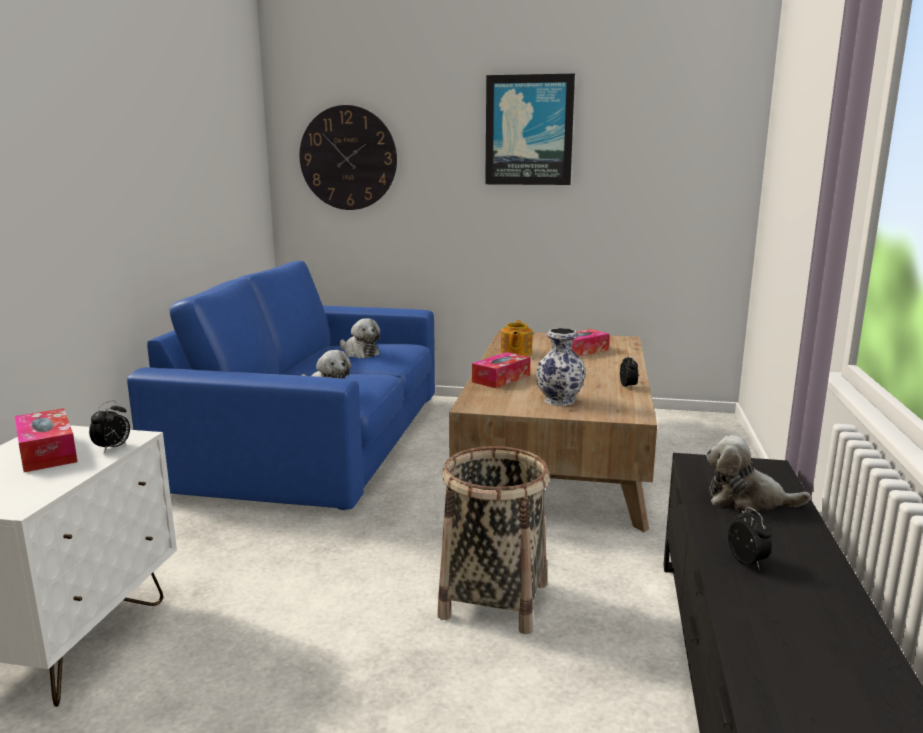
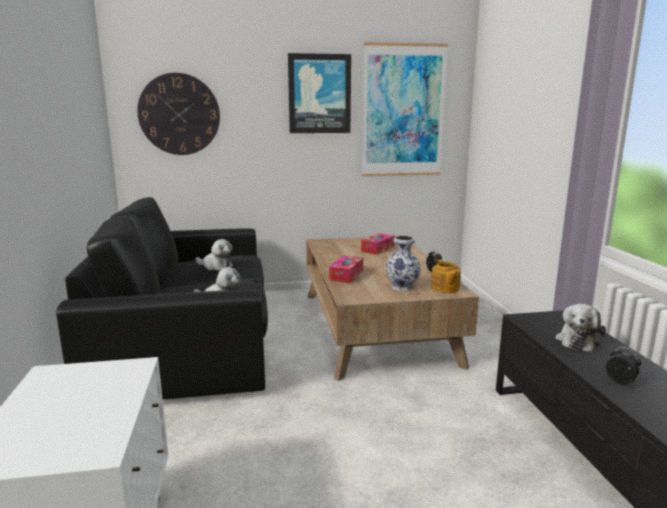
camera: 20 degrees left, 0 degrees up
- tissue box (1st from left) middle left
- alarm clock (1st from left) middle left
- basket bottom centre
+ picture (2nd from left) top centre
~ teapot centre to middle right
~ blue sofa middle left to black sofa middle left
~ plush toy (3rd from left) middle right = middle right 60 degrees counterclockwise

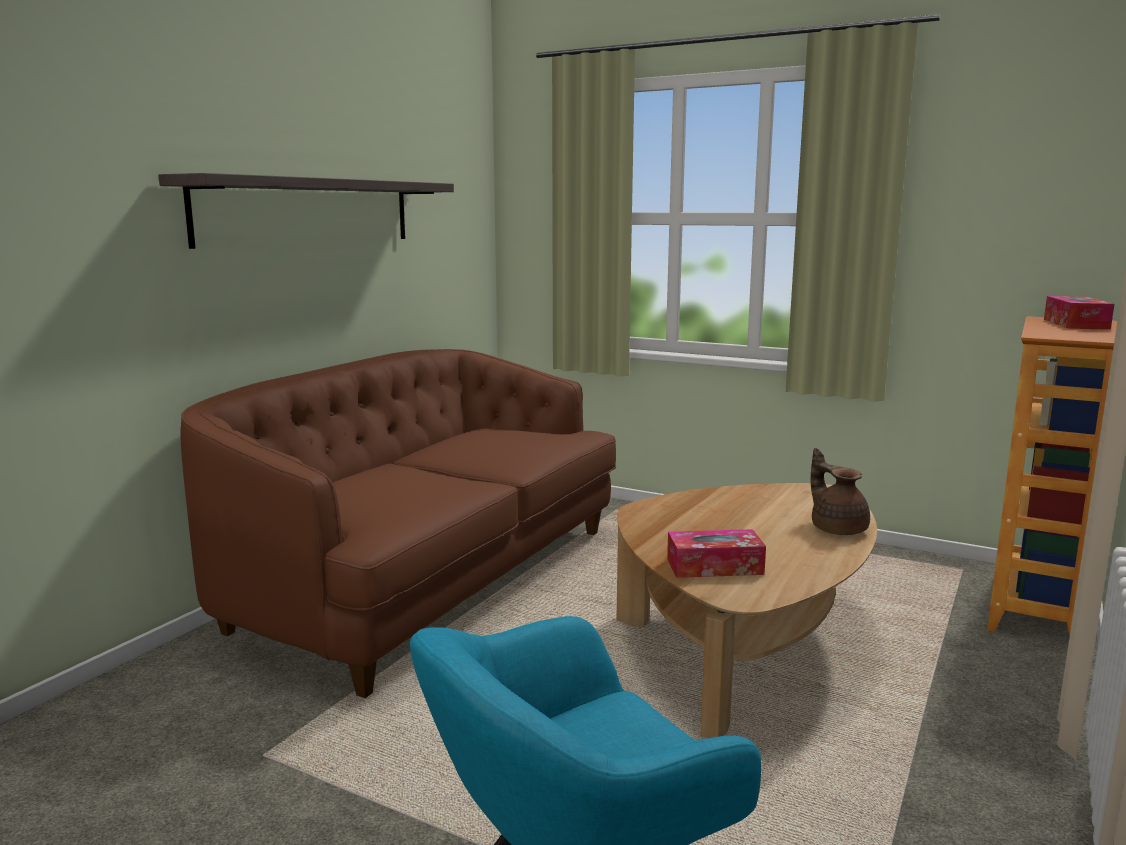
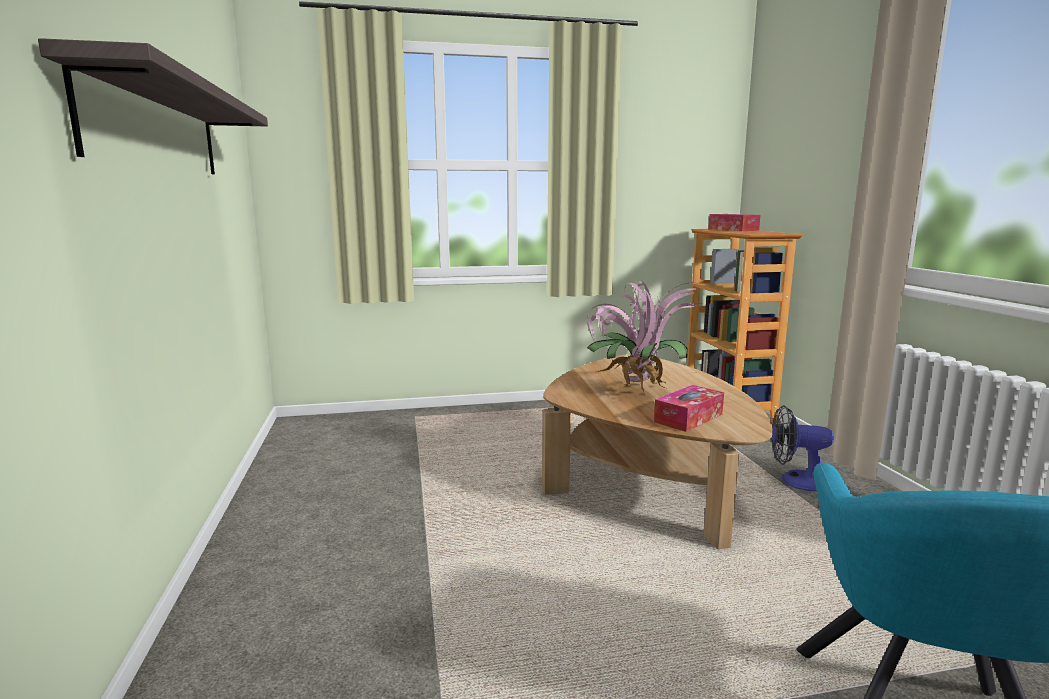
camera: 40 degrees left, 0 degrees up
- brown sofa centre
- brown teapot middle right
+ potted plant centre
+ fan middle right

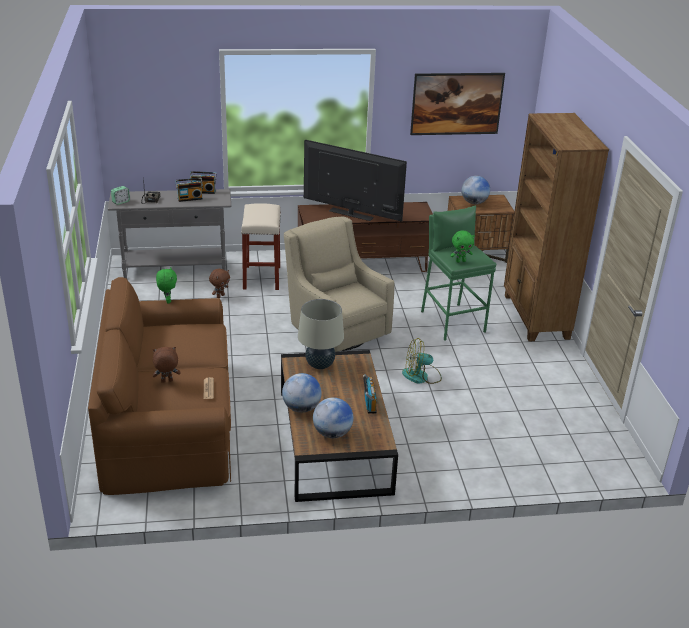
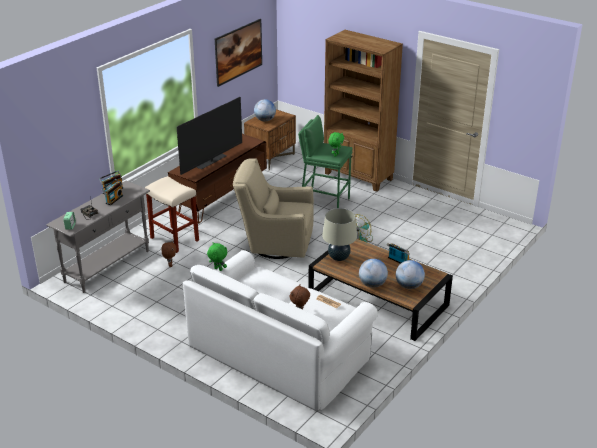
camera: 45 degrees left, 0 degrees up
~ brown sofa middle left to white sofa bottom centre
~ television top centre = top centre 150 degrees clockwise

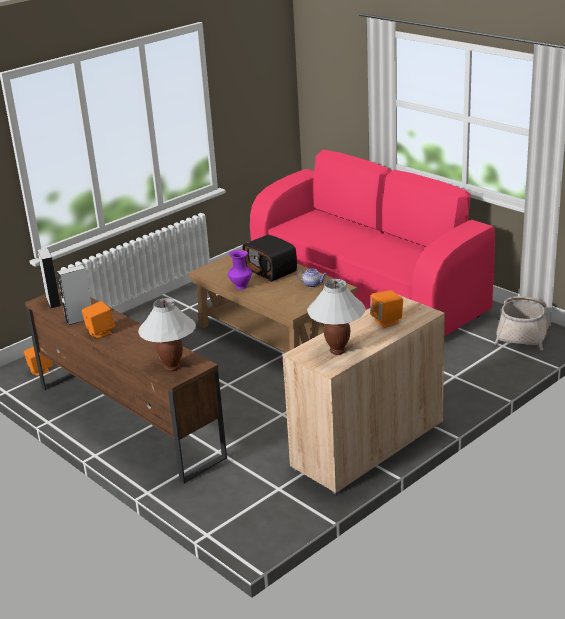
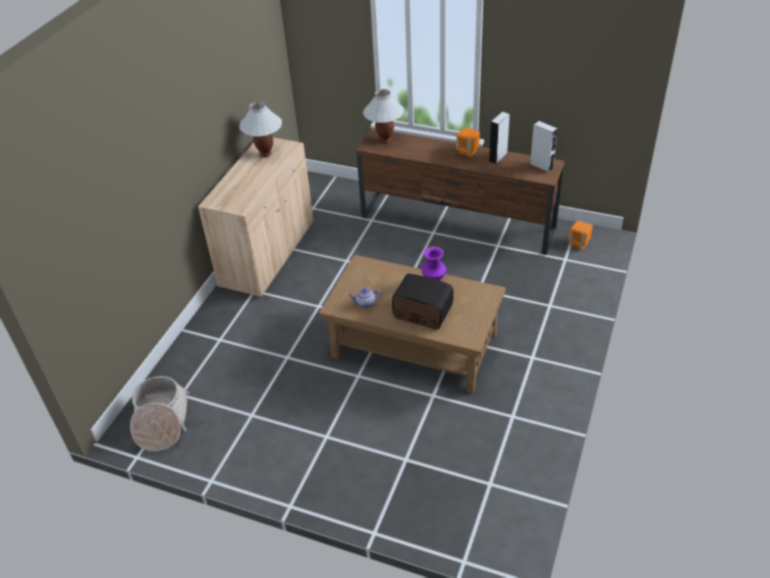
camera: 155 degrees right, 15 degrees up
- pink sofa centre
- orange speaker (3rd from left) middle right

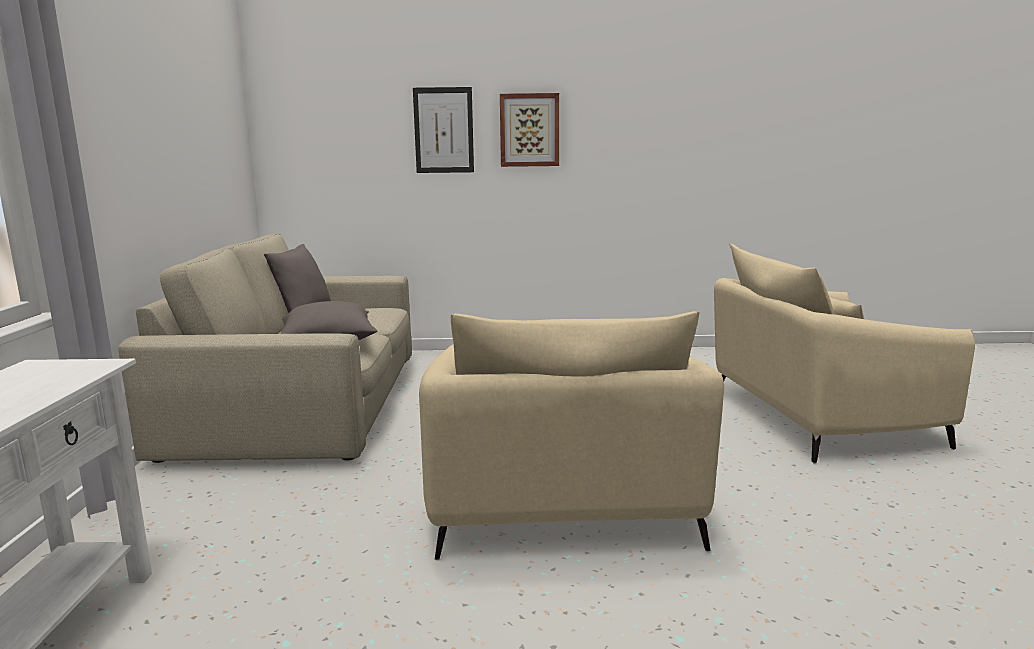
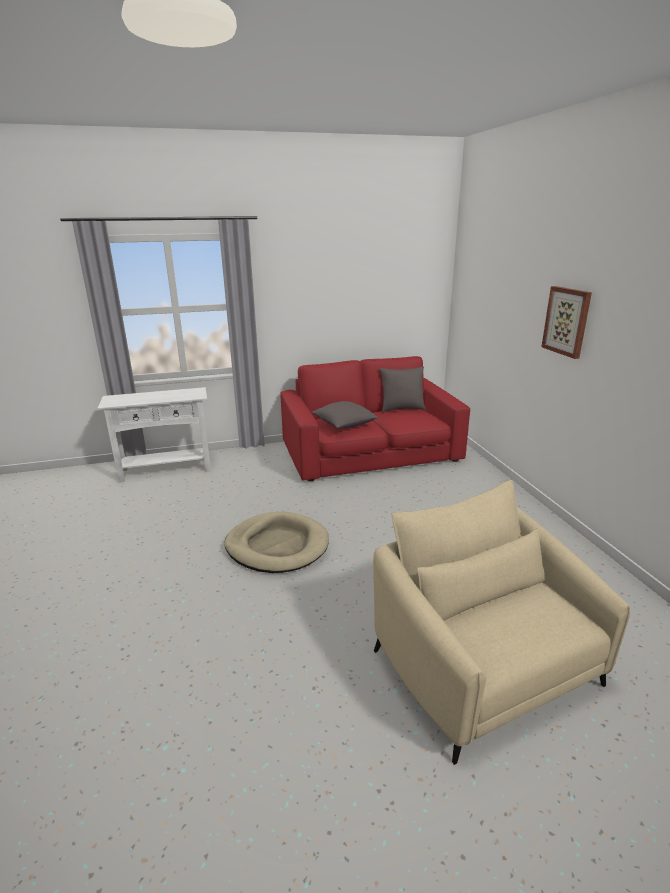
camera: 75 degrees right, 10 degrees up
- picture (1st from left) top centre
~ beige armchair (1st from left) bottom centre to beige dog bed centre
~ beige sofa middle left to red sofa centre

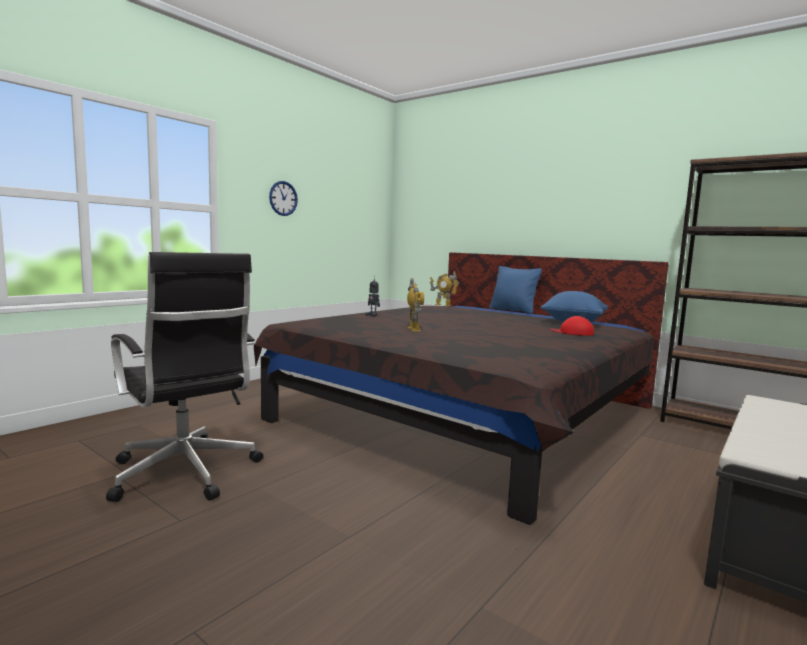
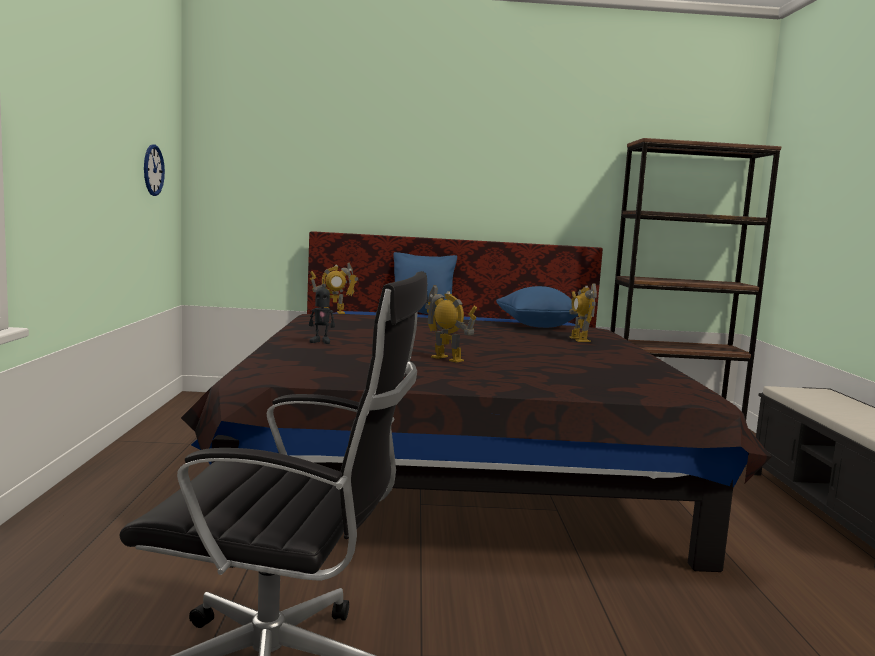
camera: 40 degrees left, 0 degrees up
~ wall clock top centre to top left
~ red cap middle right to toy robot (4th from left) centre

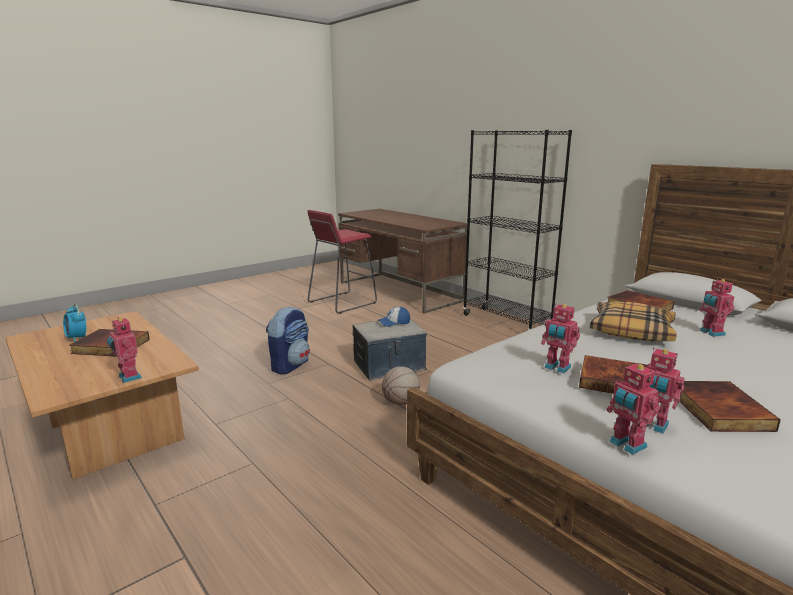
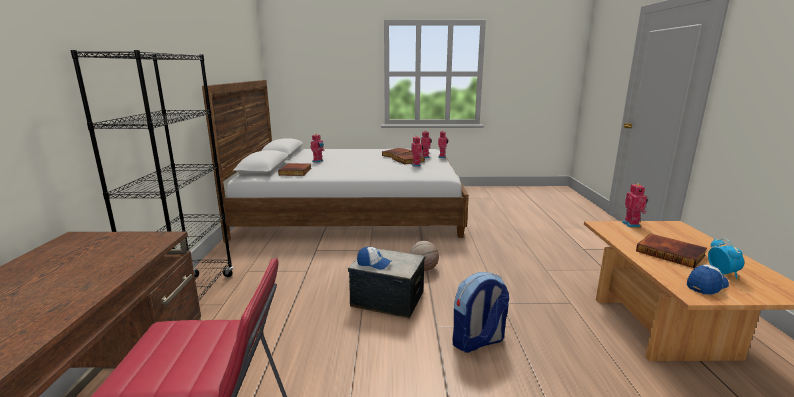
camera: 140 degrees left, 0 degrees up
- pillow middle right
+ cap (2nd from left) bottom right

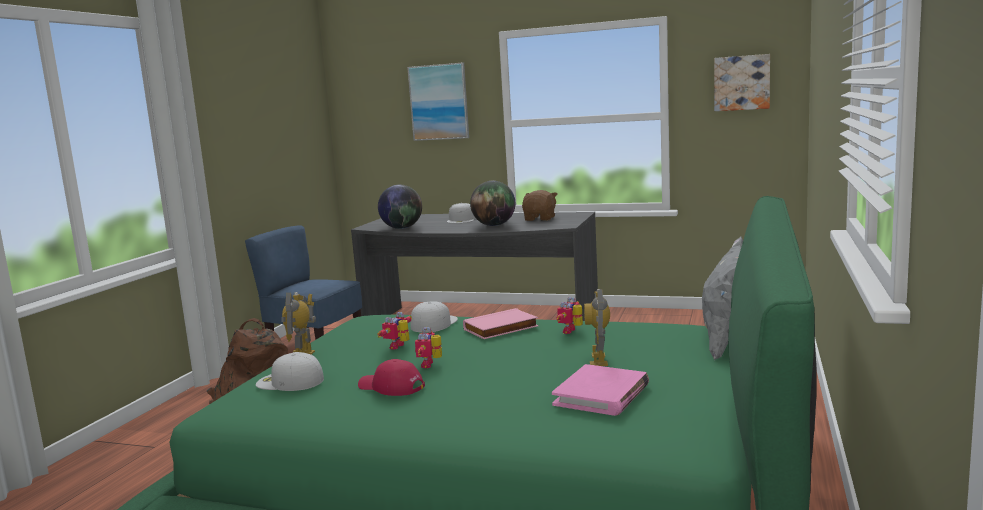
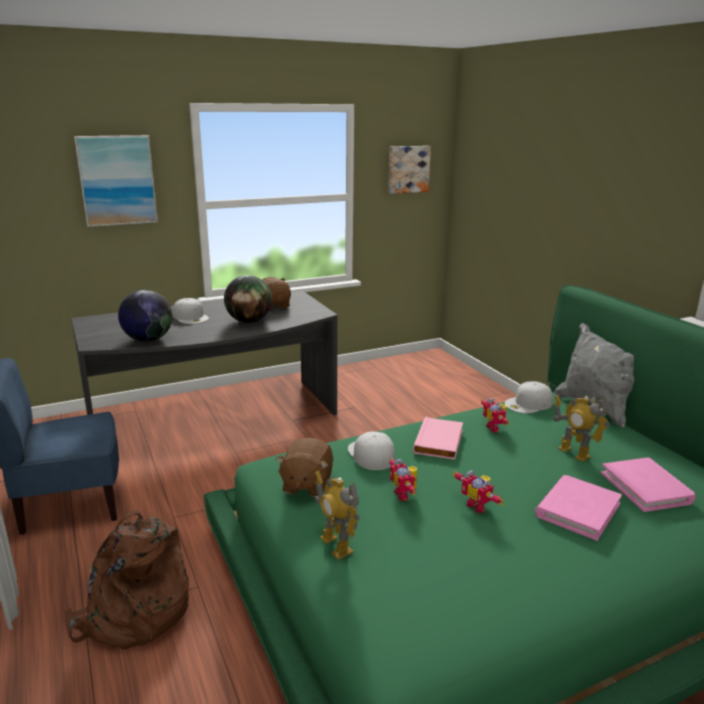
camera: 45 degrees left, 10 degrees up
- red cap bottom centre
+ brown plush toy (2nd from left) centre
+ pink book (2nd from left) bottom right
~ white cap (1st from left in the first image) bottom left to white cap (3rd from left) middle right

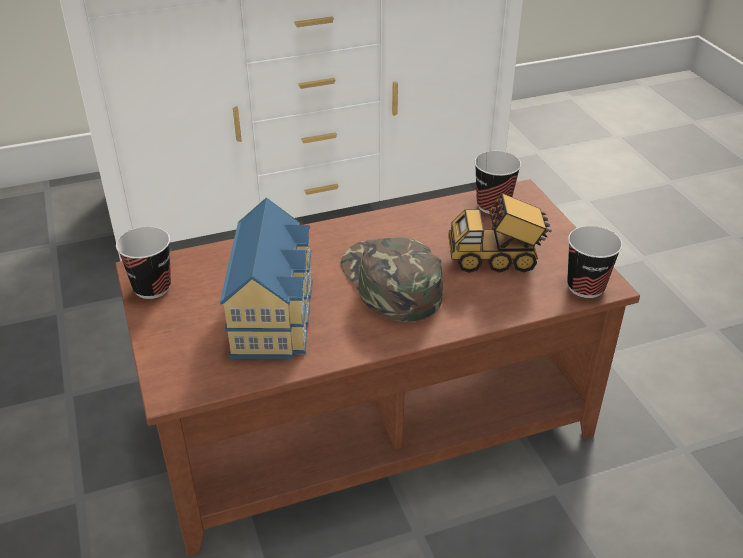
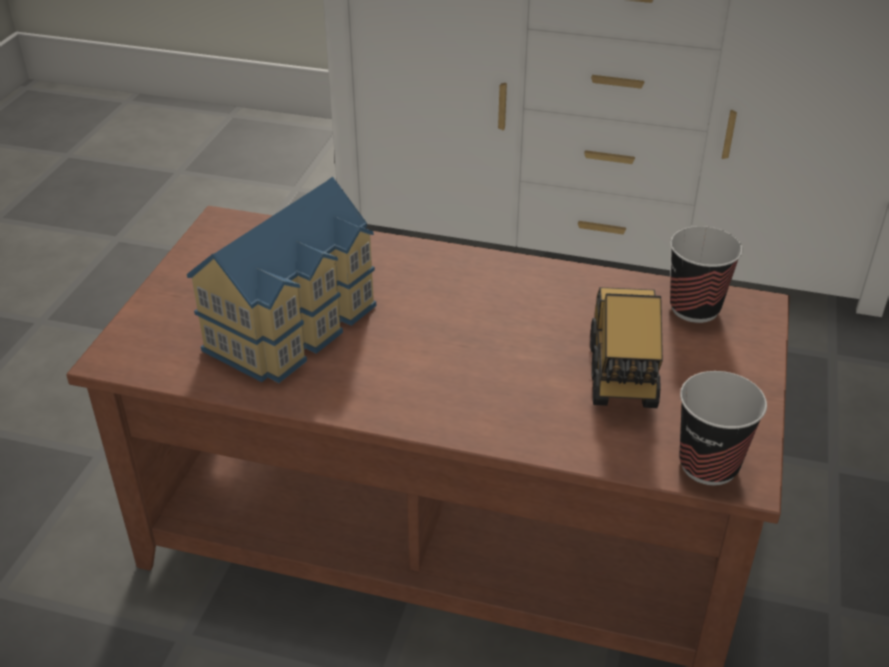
camera: 35 degrees right, 0 degrees up
- cup (1st from left) middle left
- green cap centre
~ toy truck middle right = middle right 60 degrees clockwise

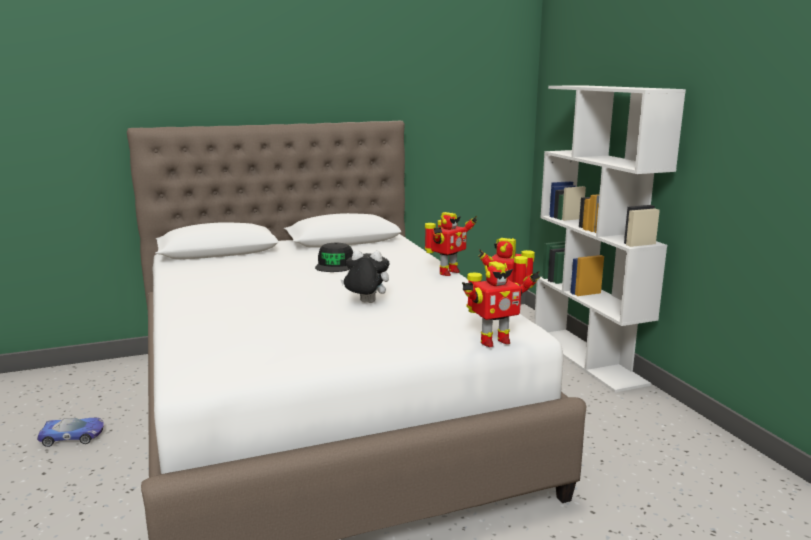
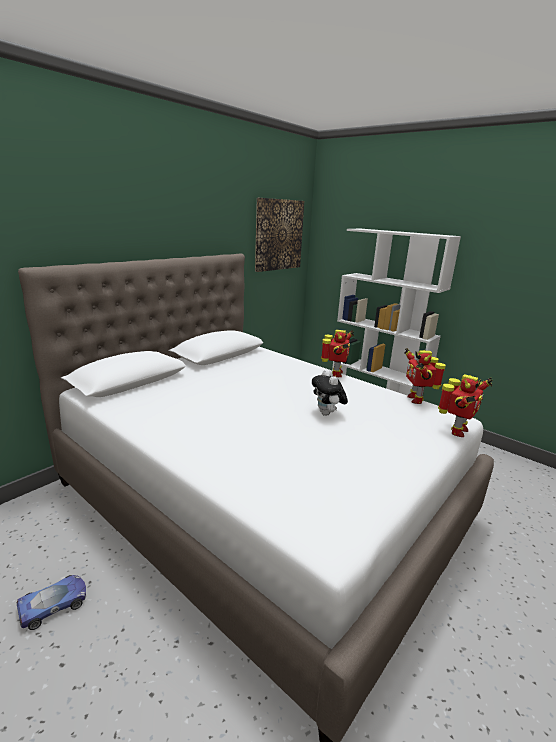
camera: 30 degrees left, 5 degrees up
- black cap centre
+ picture top centre
~ plush toy centre = centre 90 degrees counterclockwise

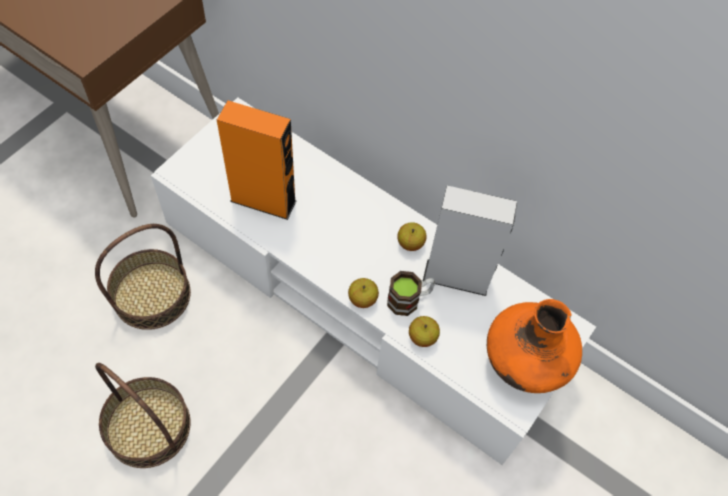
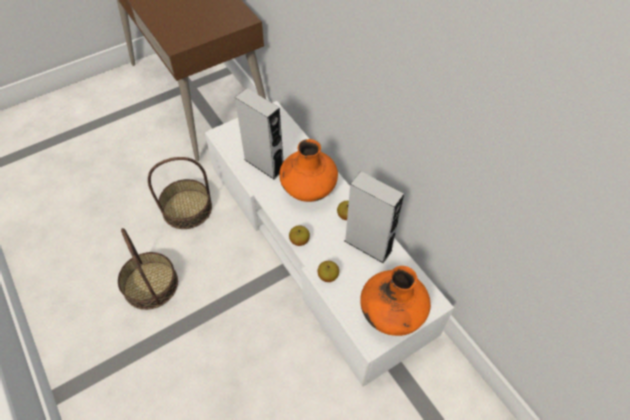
camera: 25 degrees right, 5 degrees down
- mug centre
+ orange vase (1st from left) centre
~ orange speaker top centre to grey speaker (1st from left) top centre

